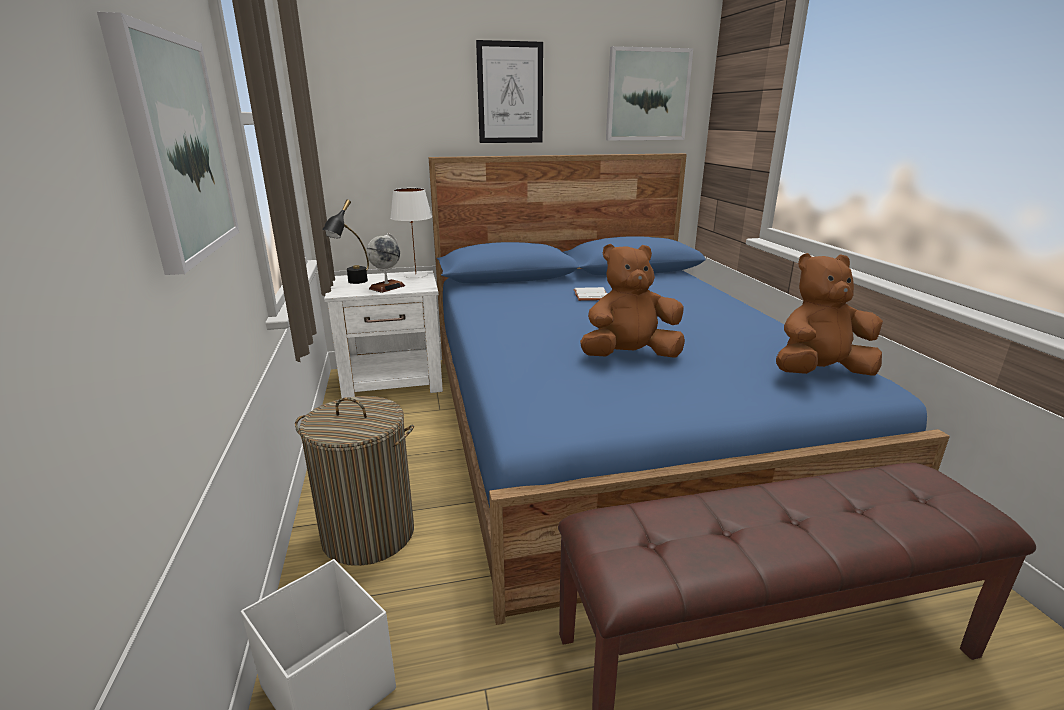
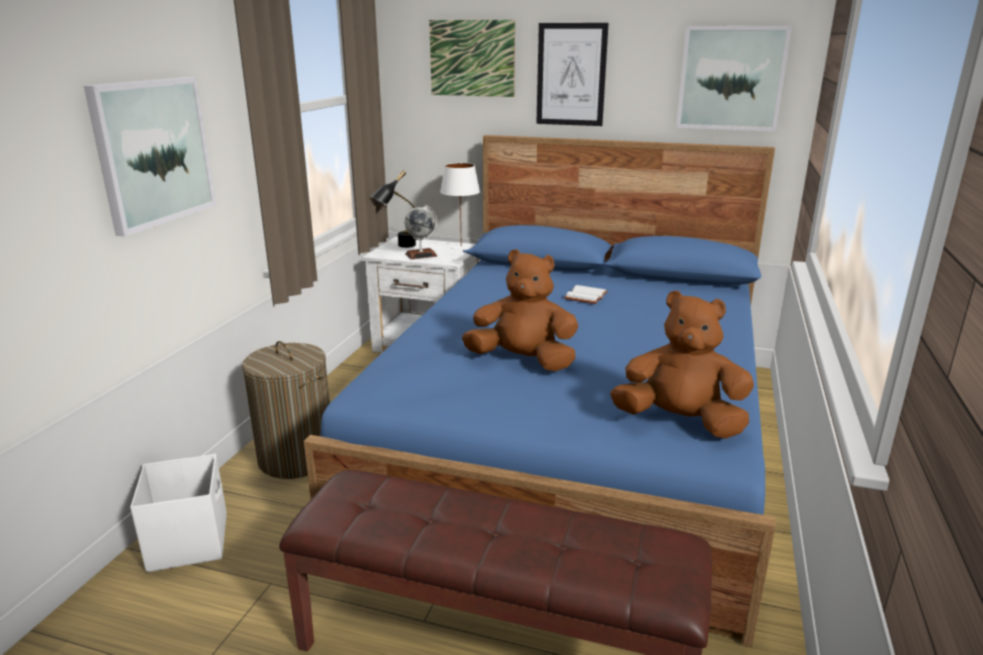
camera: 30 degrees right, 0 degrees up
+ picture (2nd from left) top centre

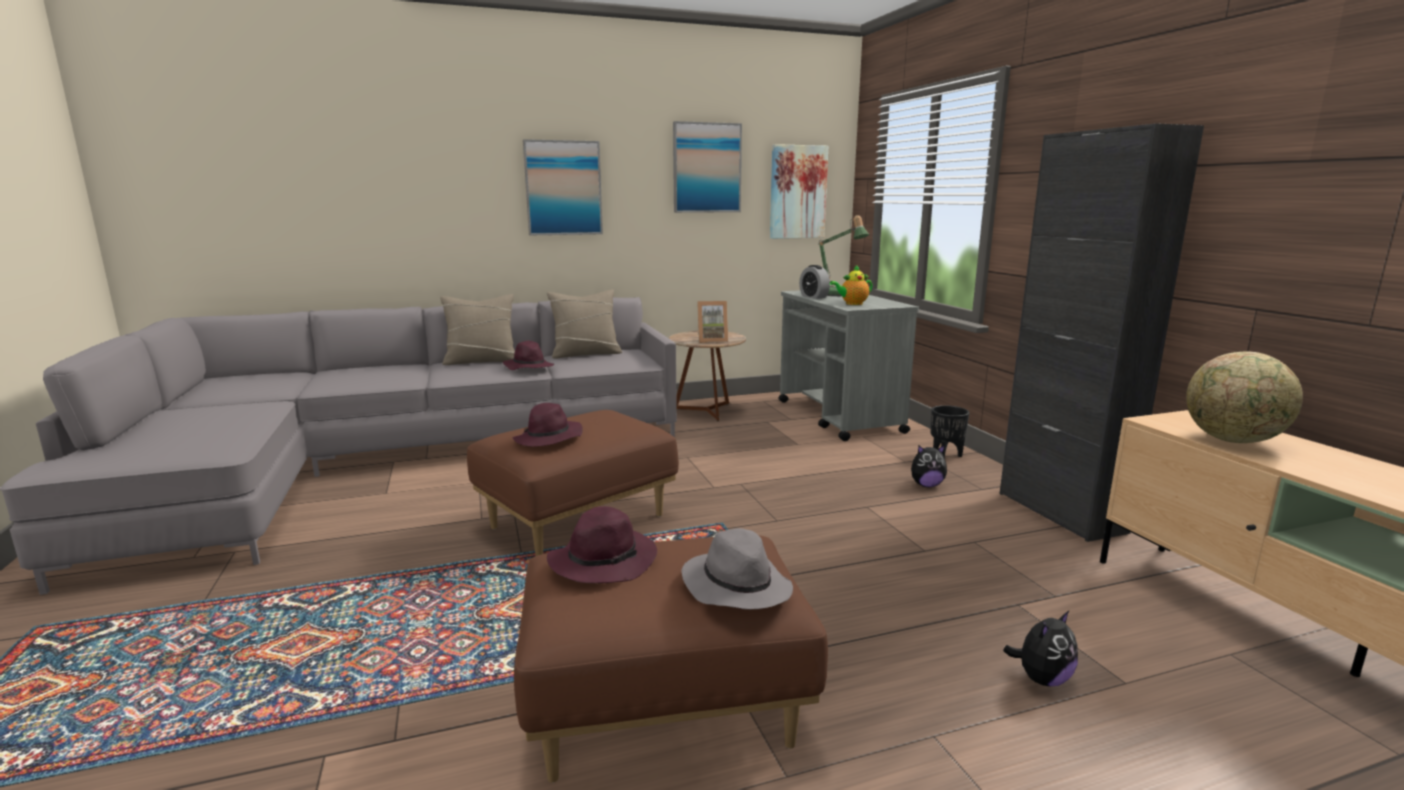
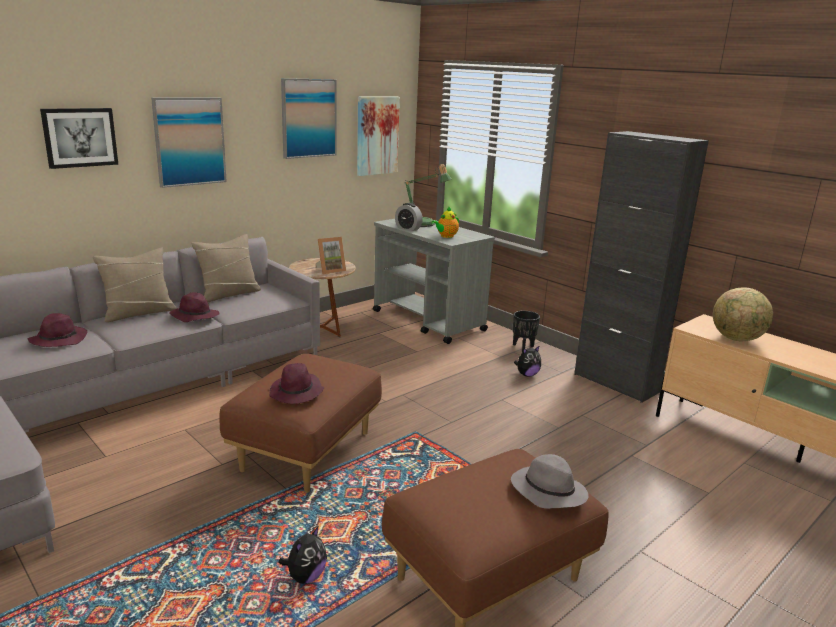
camera: 25 degrees left, 5 degrees up
+ picture (1st from left) top left
~ purple hat (3rd from left in the first image) bottom centre to purple hat (1st from left) middle left
~ plush toy (2nd from left in the first image) bottom right to plush toy (1st from left) bottom centre

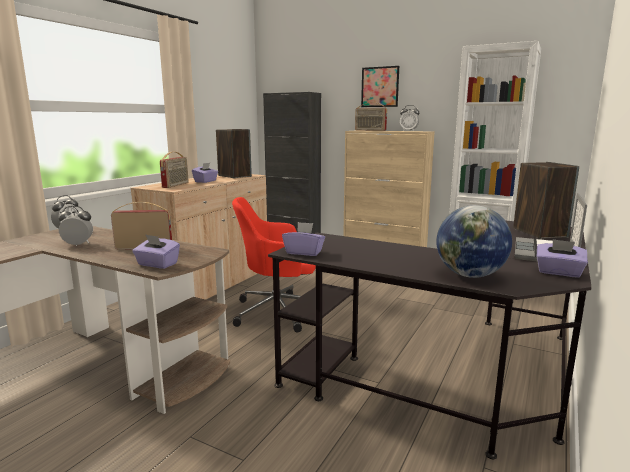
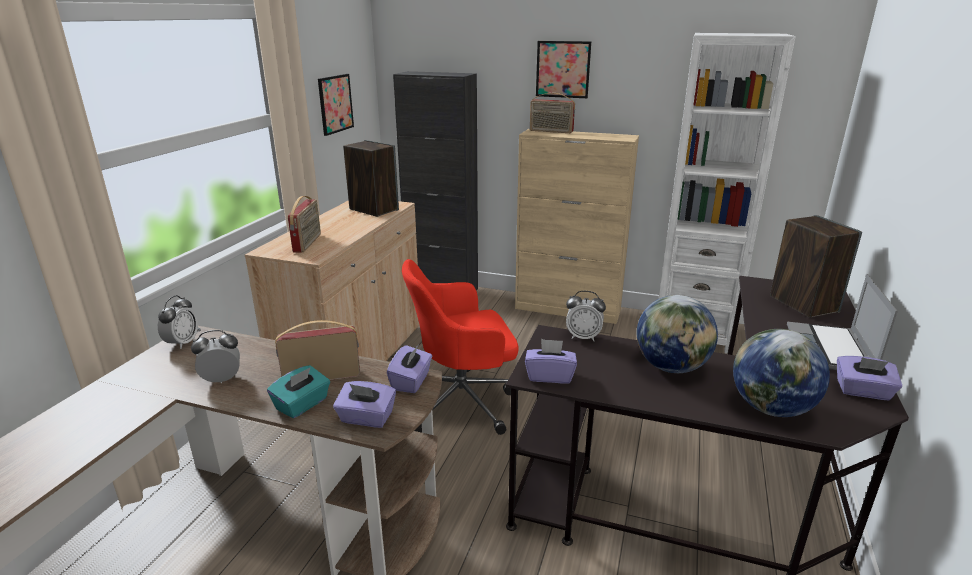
camera: 10 degrees left, 10 degrees up
+ turquoise tissue box bottom left
+ picture (1st from left) top centre
+ globe (1st from left) middle right
~ purple tissue box (2nd from left) middle left to centre
~ alarm clock (3rd from left) top centre to centre

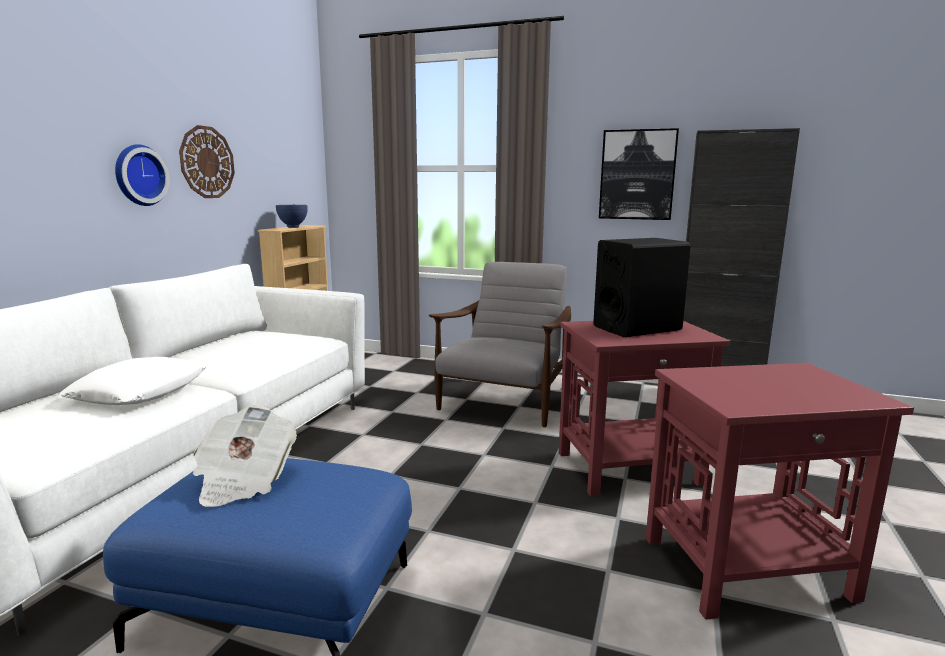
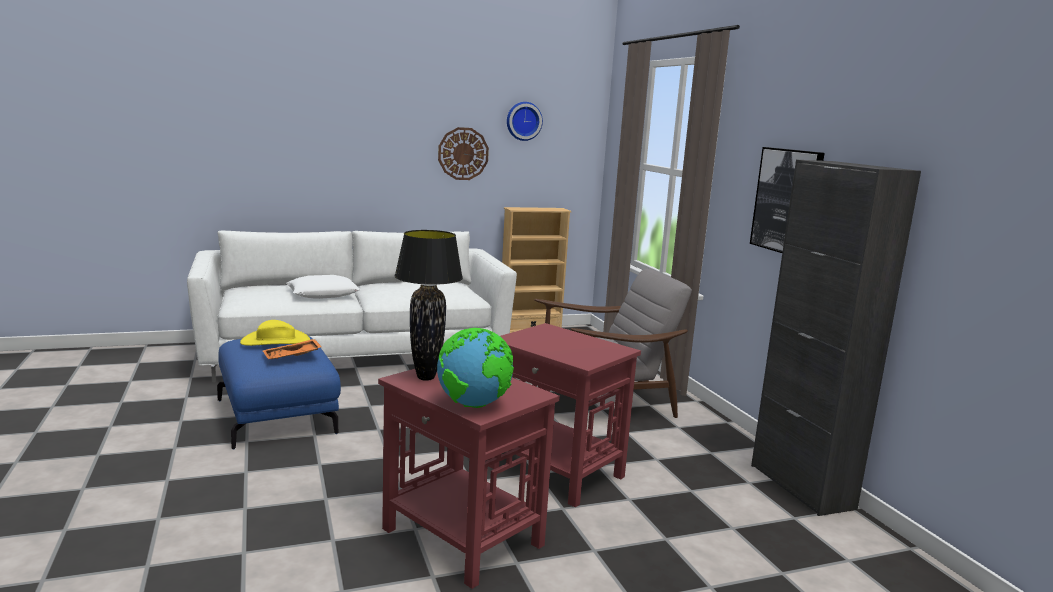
camera: 50 degrees right, 0 degrees up
- blue bowl top left
- black speaker middle right
+ orange tray middle left
+ black table lamp centre
+ globe centre
~ wall clock (1st from left in the first image) top left to wall clock (2nd from left) top centre
~ newspaper bottom left to yellow hat middle left

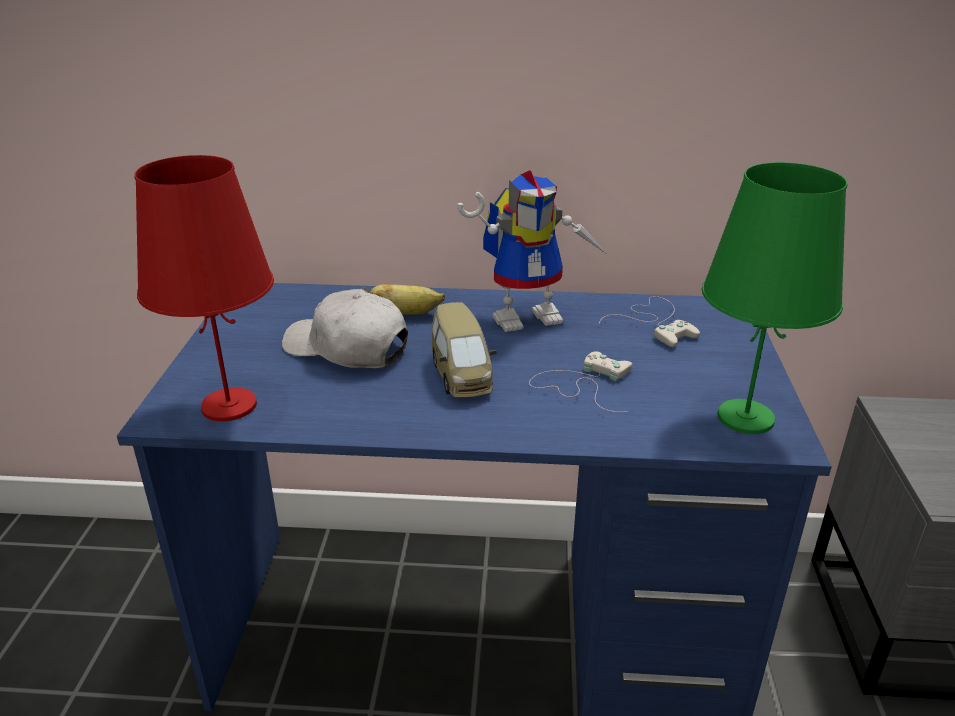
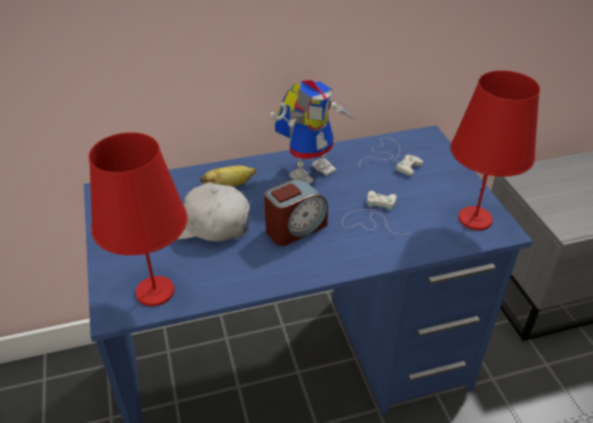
camera: 20 degrees left, 10 degrees up
~ toy car centre to alarm clock centre
~ green table lamp middle right to red table lamp (2nd from left) middle right

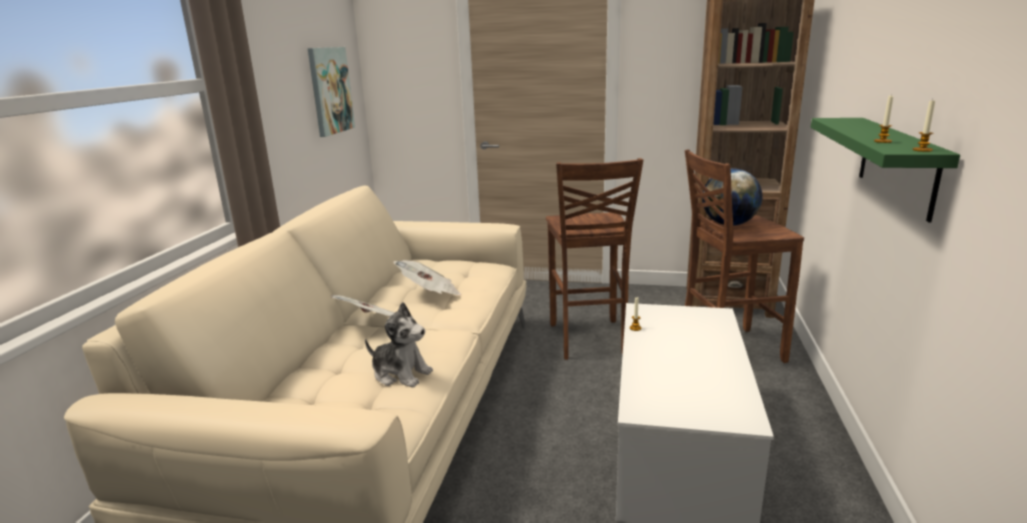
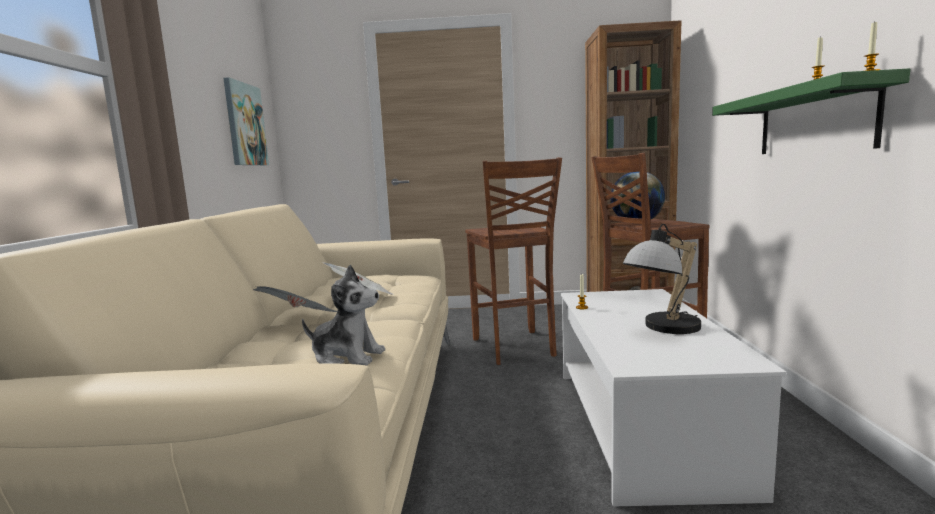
camera: 10 degrees left, 10 degrees down
+ table lamp middle right

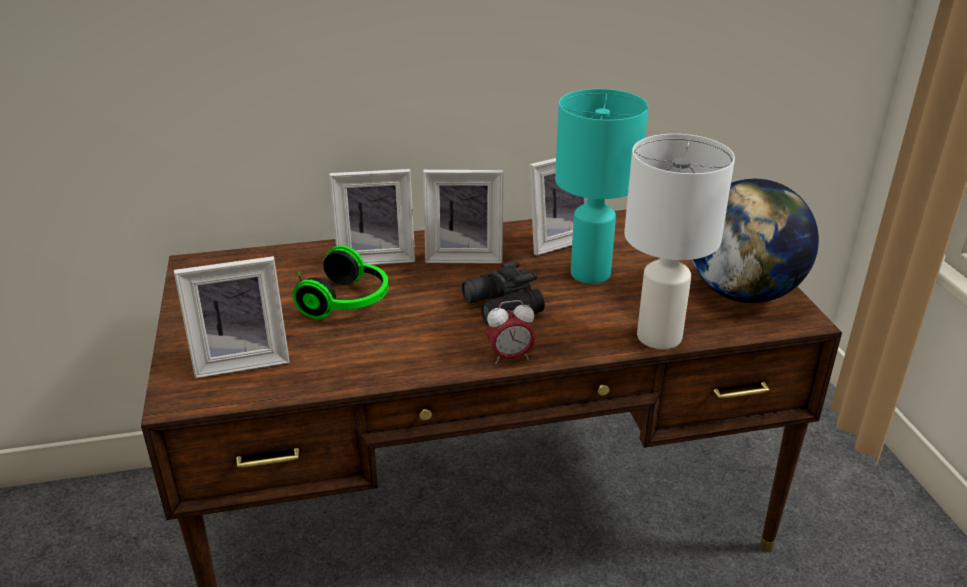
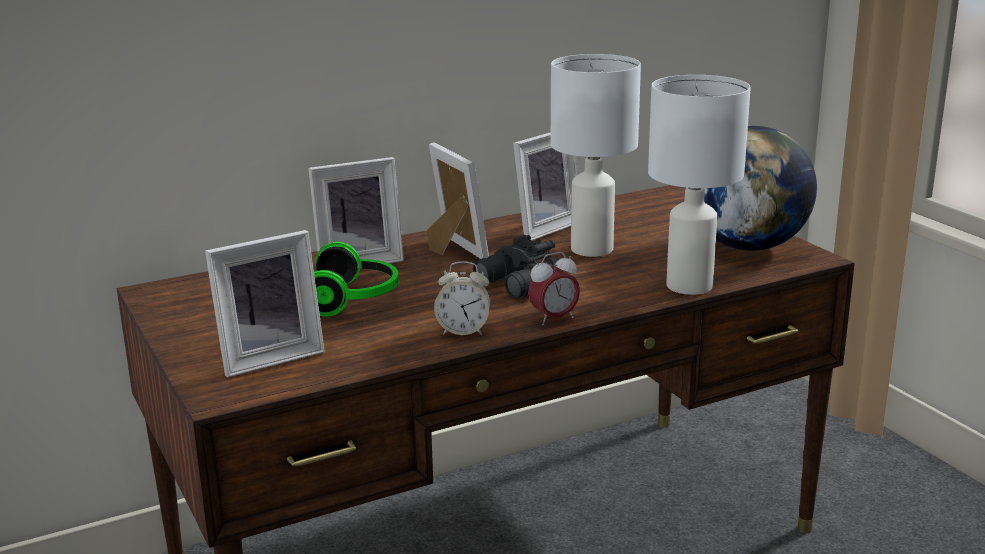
camera: 15 degrees left, 10 degrees down
+ alarm clock (1st from left) centre
~ turquoise table lamp top centre to white table lamp (1st from left) top centre
~ picture frame (3rd from left) centre = centre 105 degrees counterclockwise

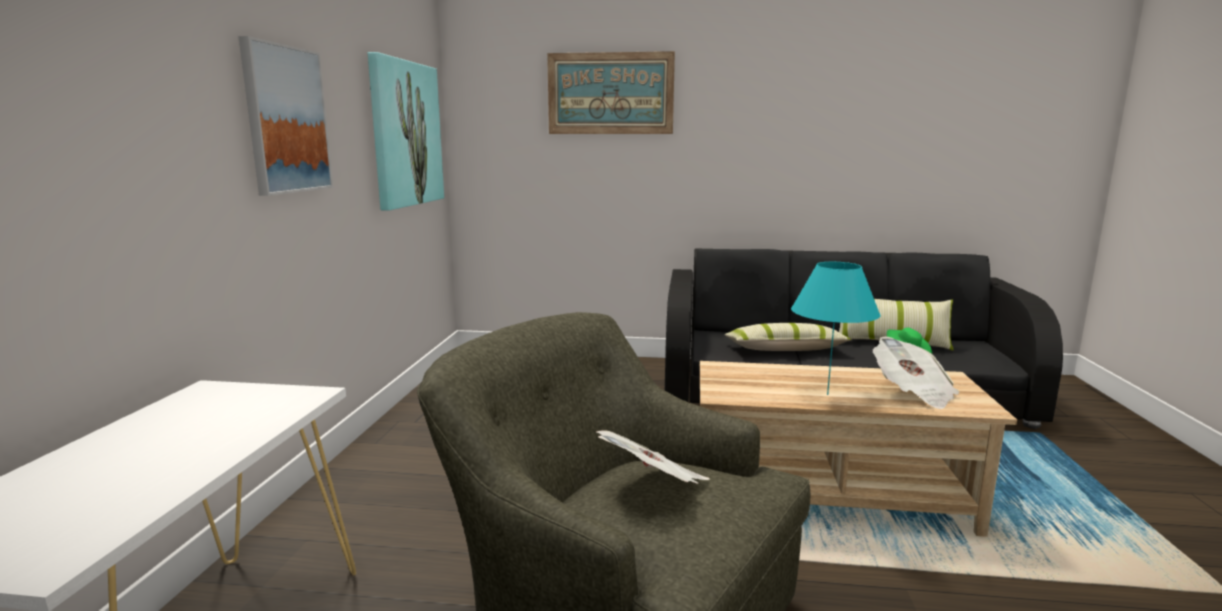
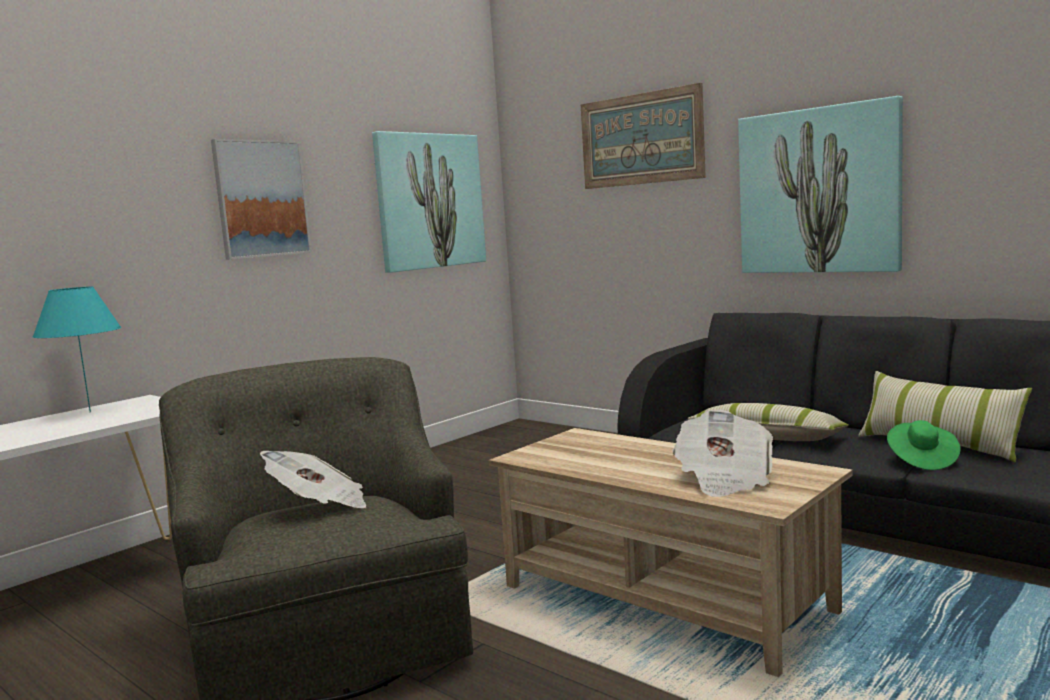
camera: 35 degrees right, 5 degrees down
+ picture (4th from left) top right
~ turquoise table lamp middle right to middle left

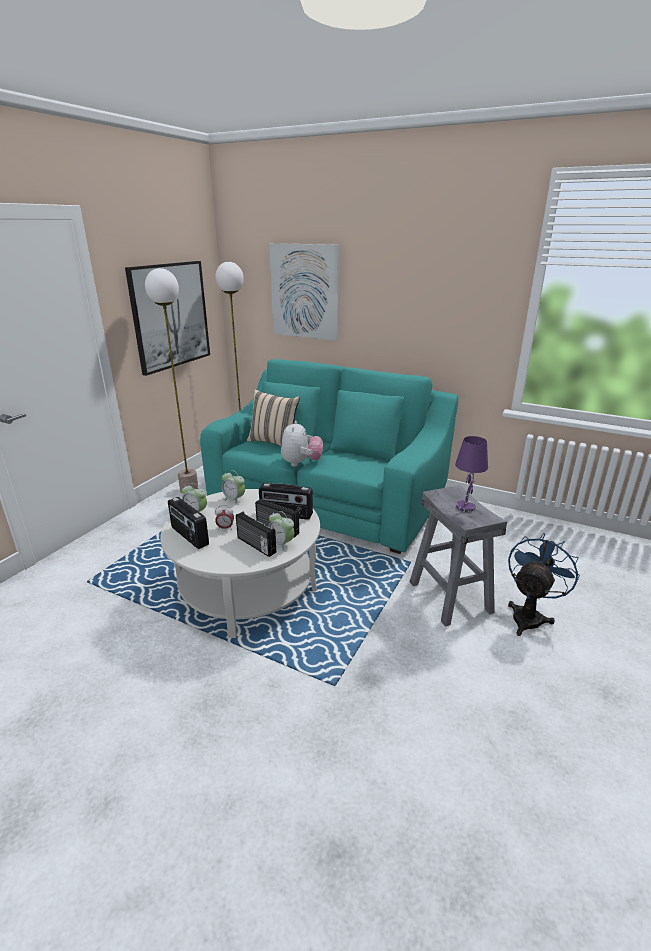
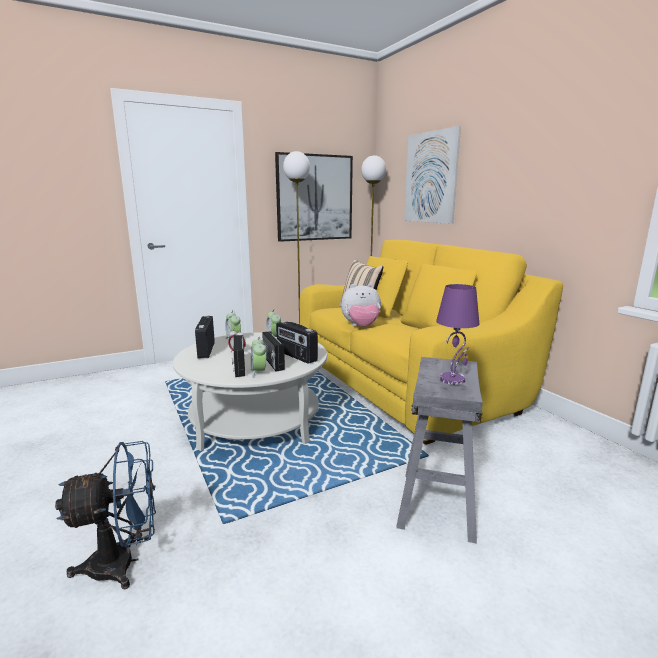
camera: 35 degrees right, 10 degrees down
~ blue fan middle right to bottom left
~ turquoise sofa centre to yellow sofa centre
~ plush toy centre = centre 45 degrees clockwise

